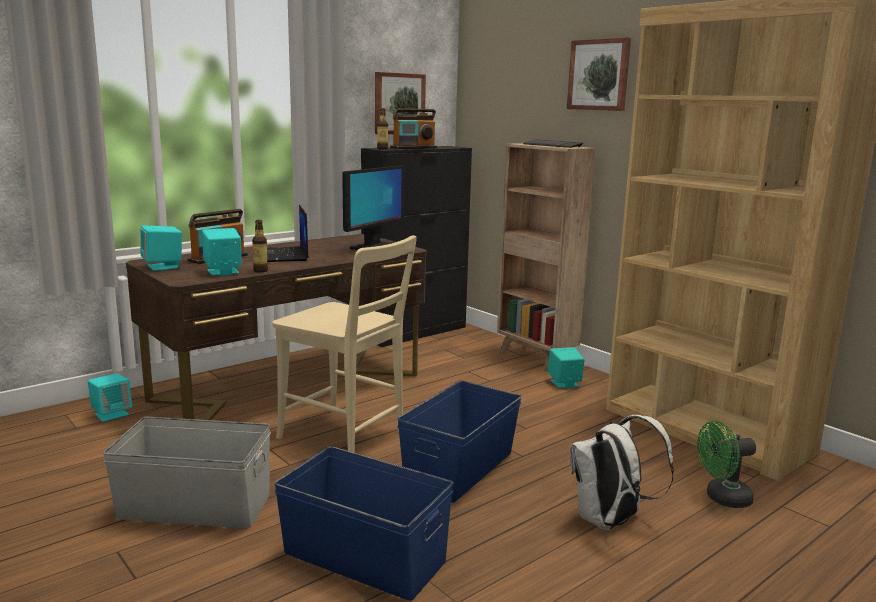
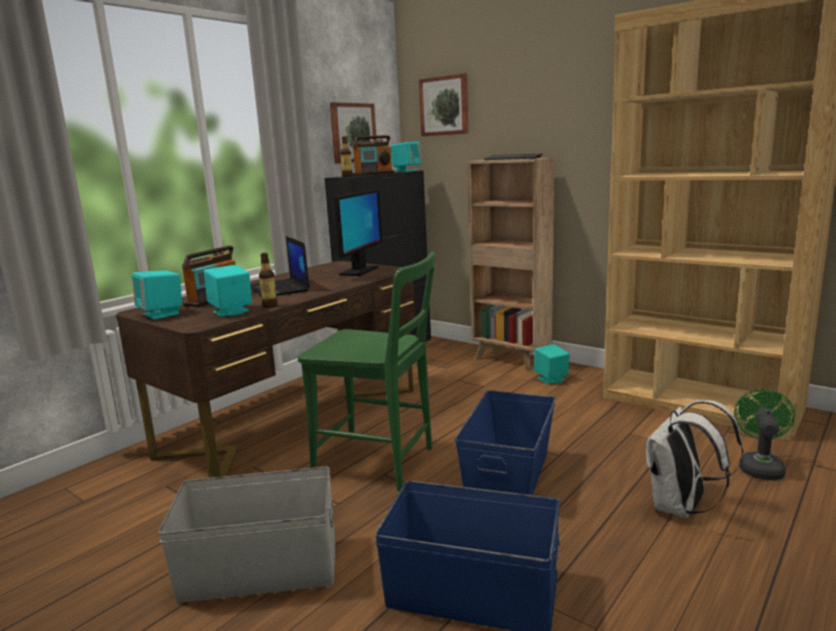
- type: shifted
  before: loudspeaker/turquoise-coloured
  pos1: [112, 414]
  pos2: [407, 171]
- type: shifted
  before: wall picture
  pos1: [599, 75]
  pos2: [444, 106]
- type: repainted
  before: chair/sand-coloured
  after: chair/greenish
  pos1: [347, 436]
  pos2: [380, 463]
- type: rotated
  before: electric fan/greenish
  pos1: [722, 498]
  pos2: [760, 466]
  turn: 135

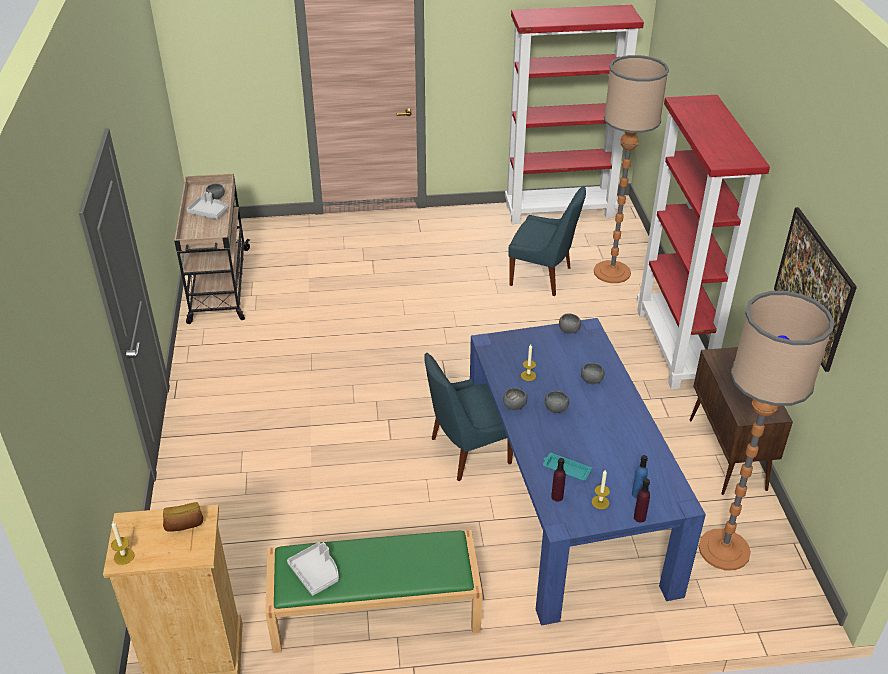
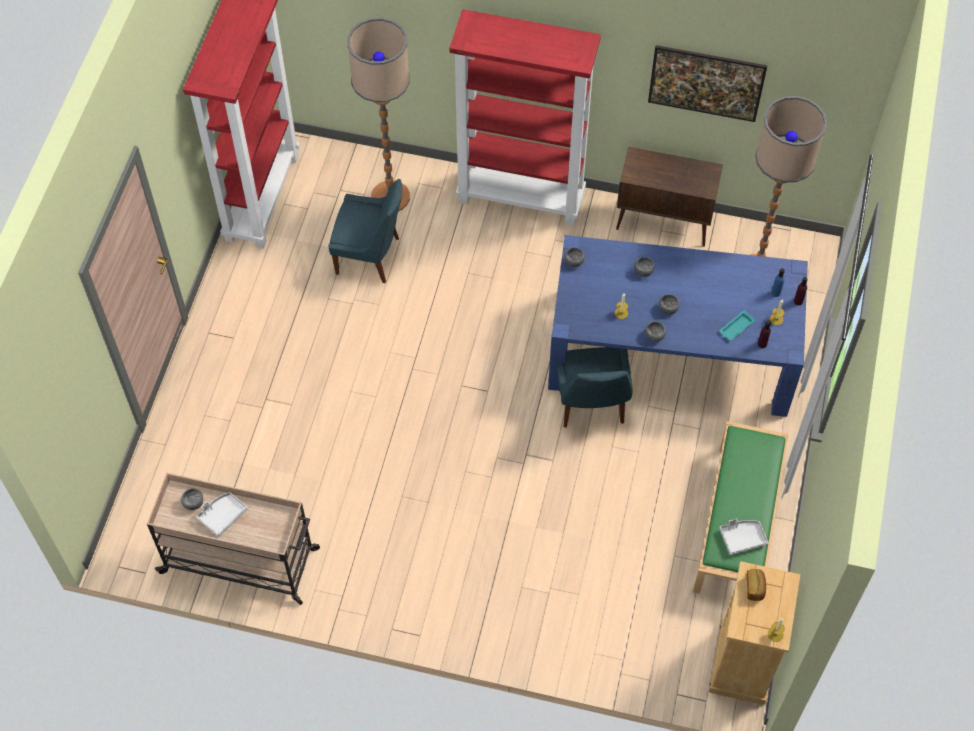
- type: rotated
  before: chair/blue-coloured
  pos1: [543, 277]
  pos2: [370, 256]
  turn: 60

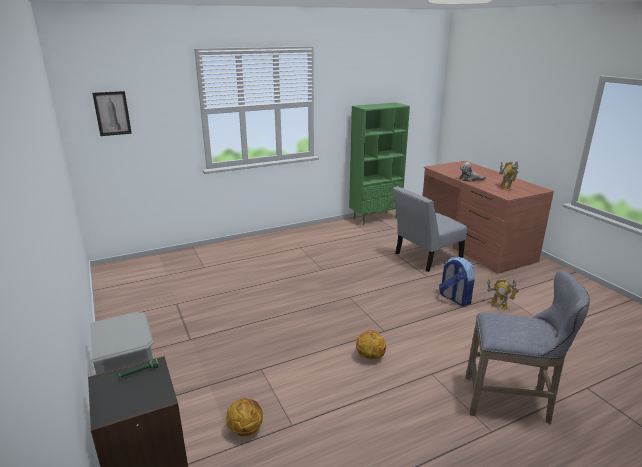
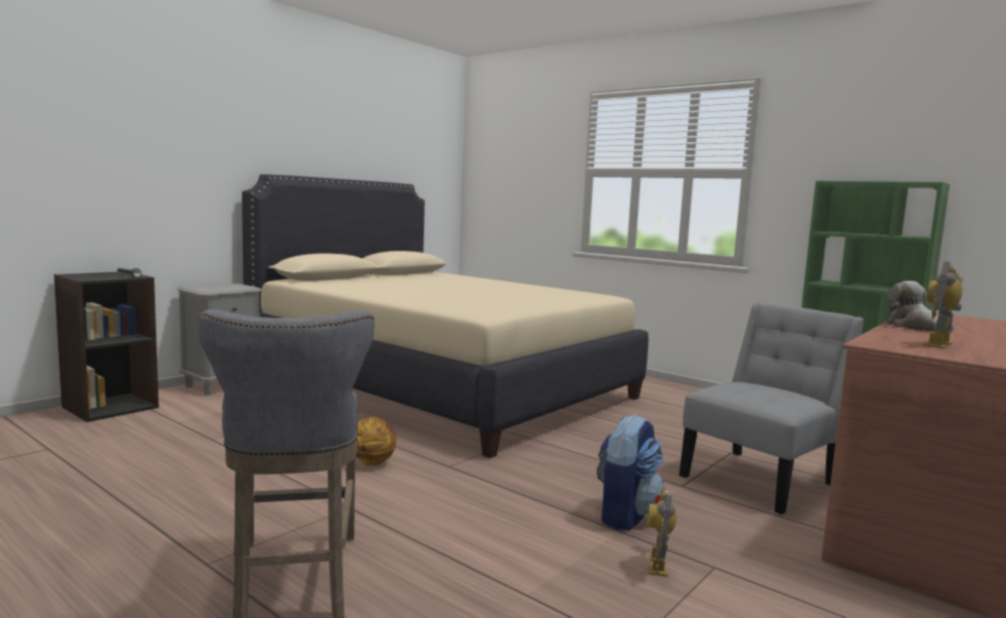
- type: gone
  before: wall picture
  pos1: [112, 113]
- type: gone
  before: basketball ball
  pos1: [245, 429]
- type: new
  after: bed/sand-coloured
  pos2: [440, 386]
- type: rotated
  before: chair/greyish
  pos1: [425, 257]
  pos2: [762, 479]
  turn: 105

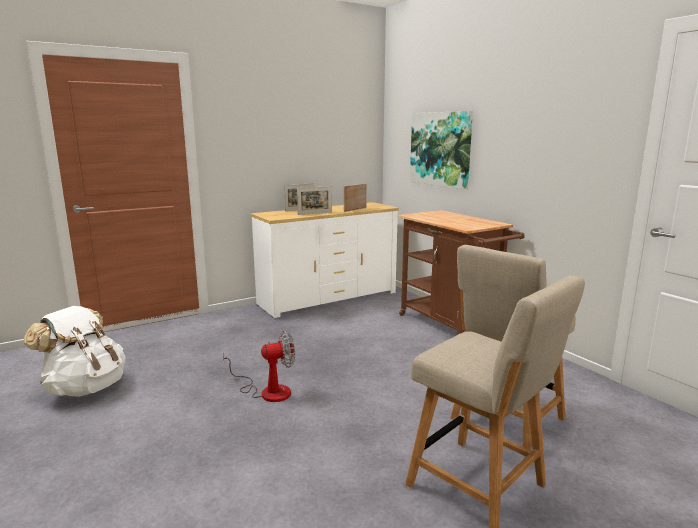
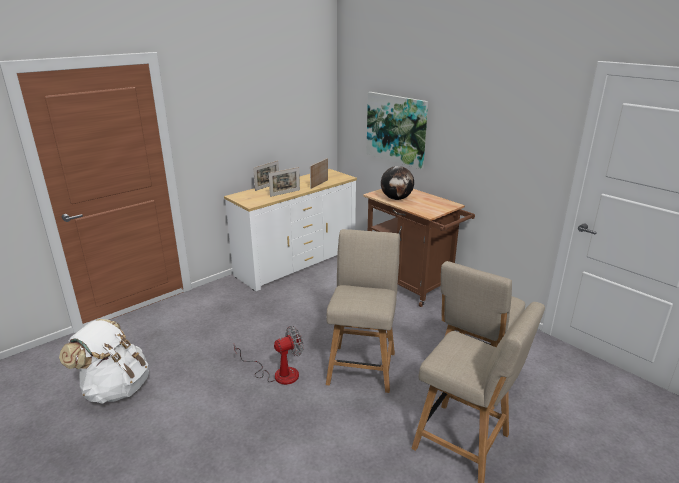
- type: new
  after: chair/sand-coloured
  pos2: [362, 365]
- type: new
  after: world globe
  pos2: [396, 199]

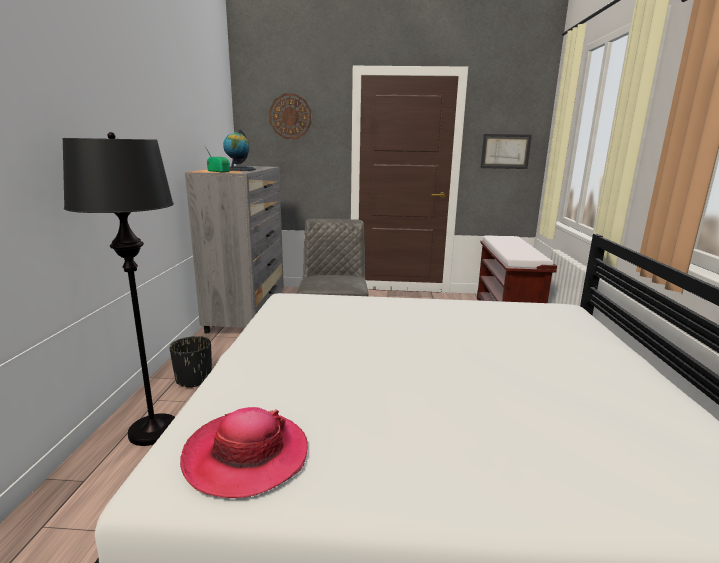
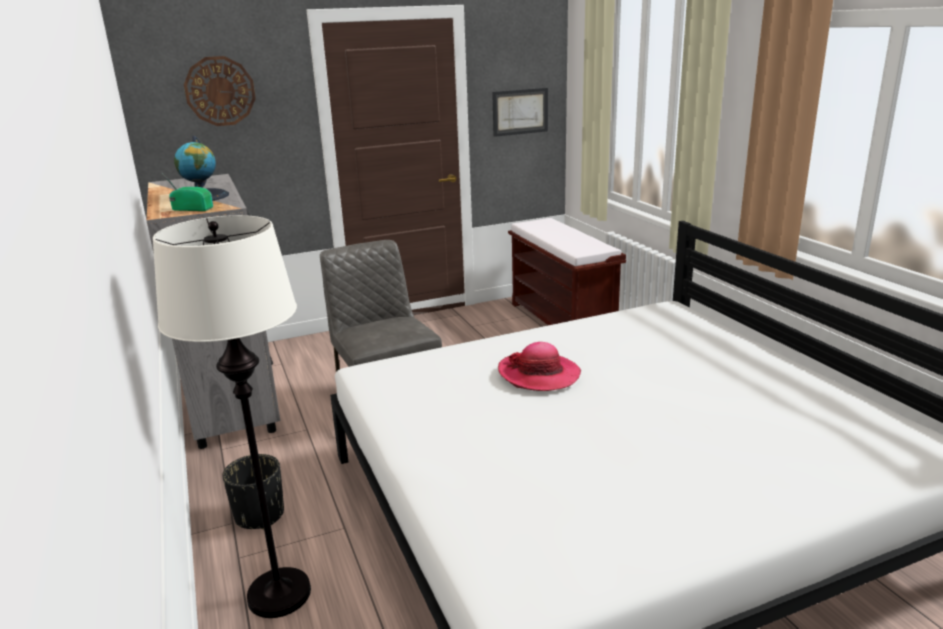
- type: shifted
  before: hat
  pos1: [246, 455]
  pos2: [539, 374]
- type: repainted
  before: floor lamp/blackish
  after: floor lamp/white-coloured
  pos1: [153, 431]
  pos2: [279, 594]

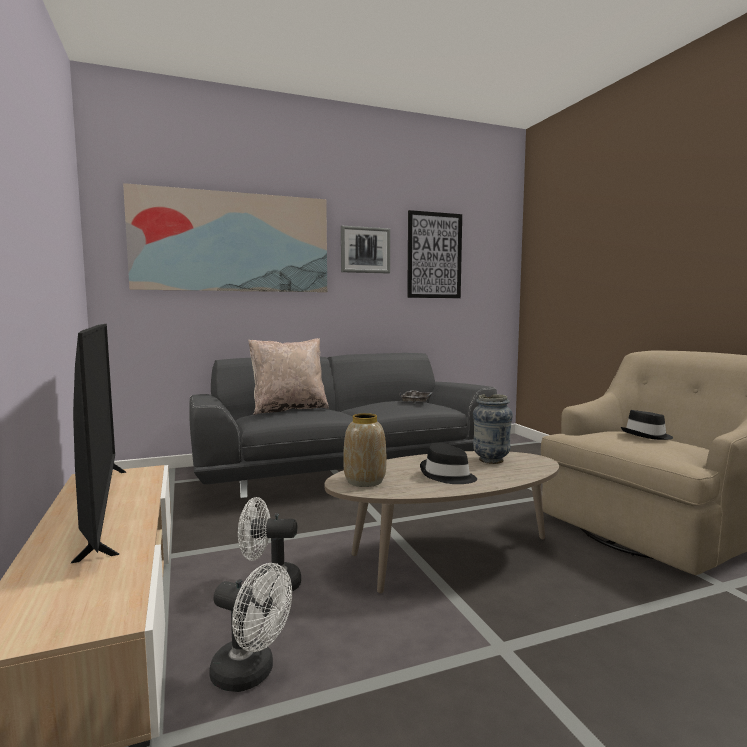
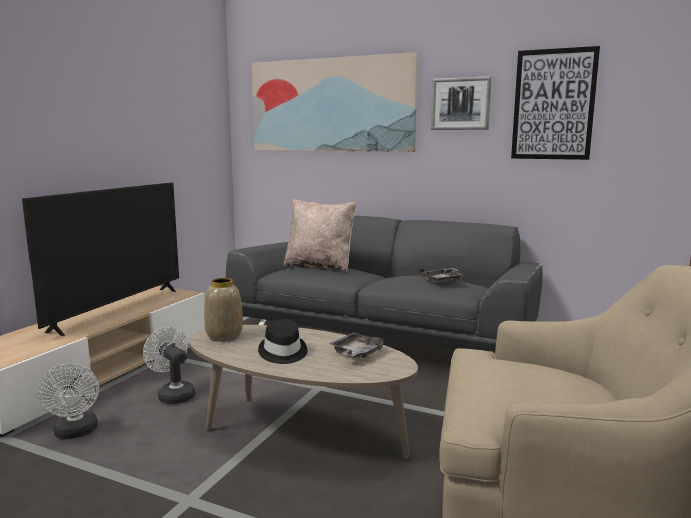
- type: gone
  before: hat/blackish
  pos1: [647, 436]
- type: swapped
  before: decorative vase
  after: tray/greyish
  pos1: [491, 460]
  pos2: [356, 353]

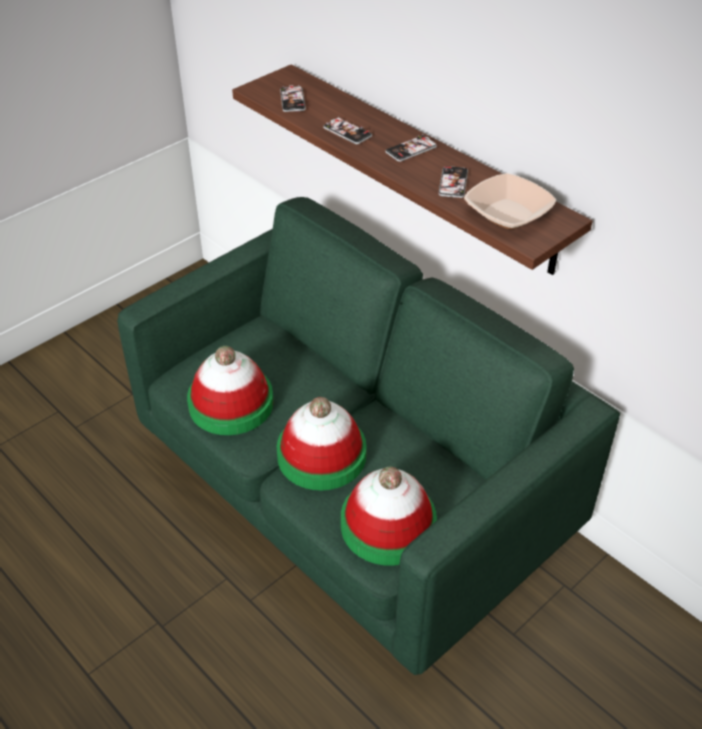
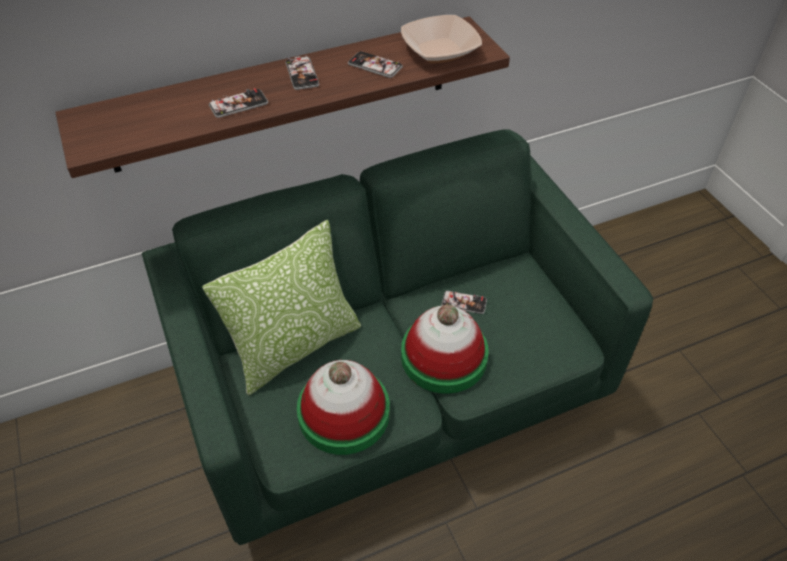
- type: gone
  before: hat
  pos1: [388, 525]
- type: new
  after: cushion
  pos2: [295, 347]
- type: shifted
  before: phone
  pos1: [292, 100]
  pos2: [464, 303]

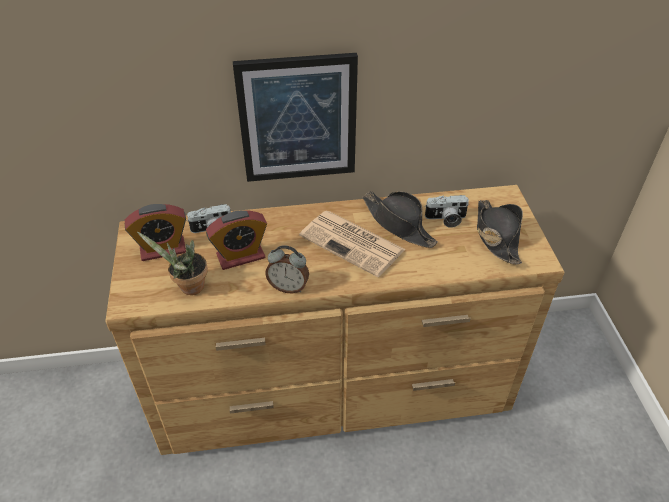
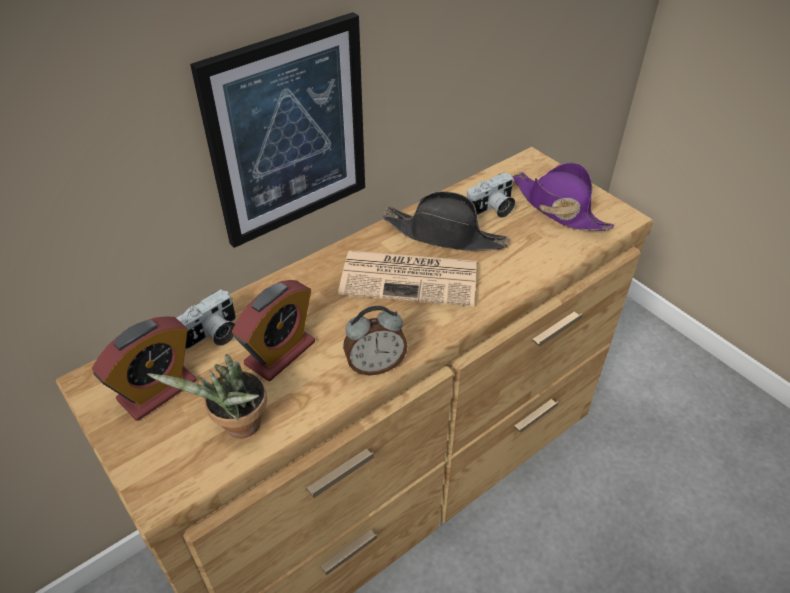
- type: repainted
  before: hat/blackish
  after: hat/purple
  pos1: [496, 236]
  pos2: [558, 208]

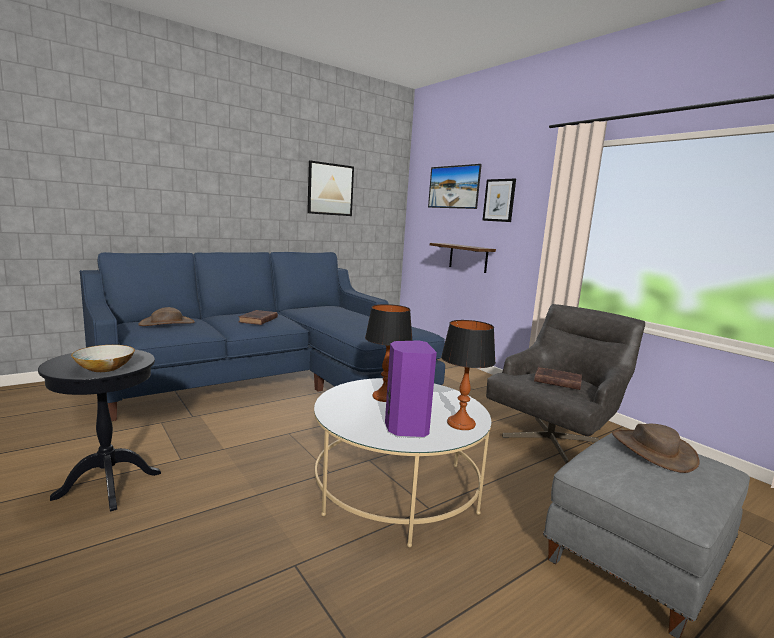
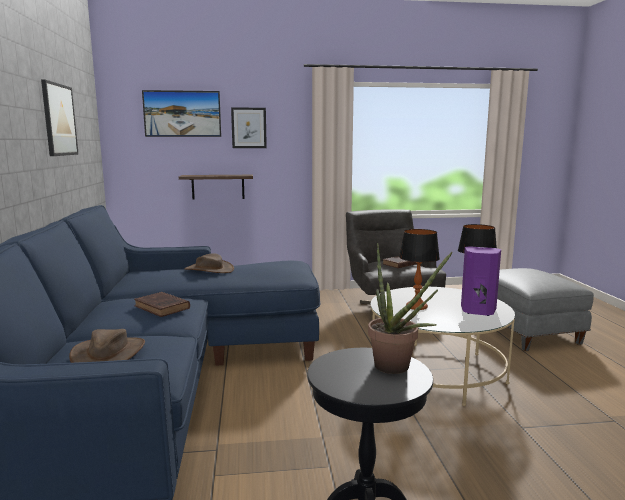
- type: shifted
  before: hat/brownish
  pos1: [652, 450]
  pos2: [209, 269]
- type: swapped
  before: serving bowl
  after: houseplant
  pos1: [104, 368]
  pos2: [398, 369]

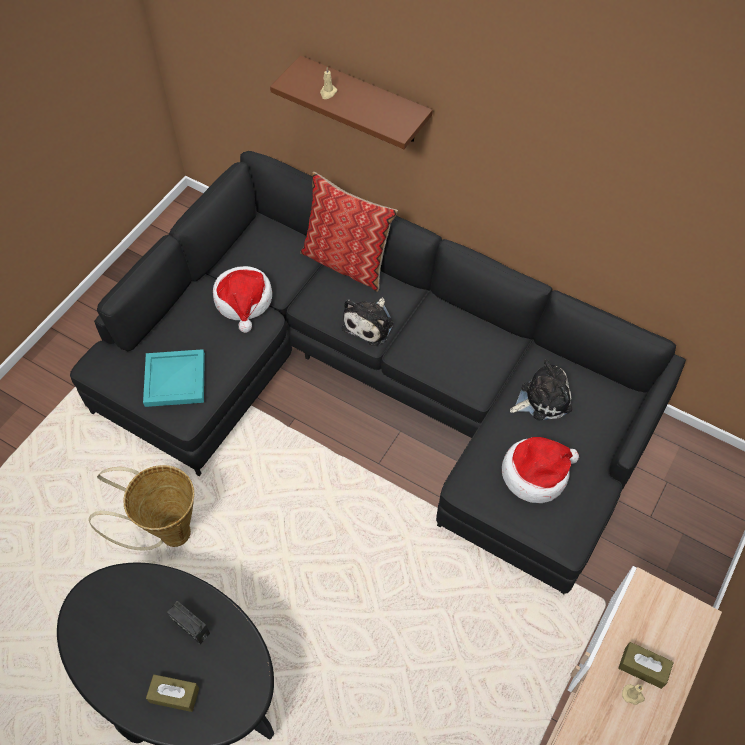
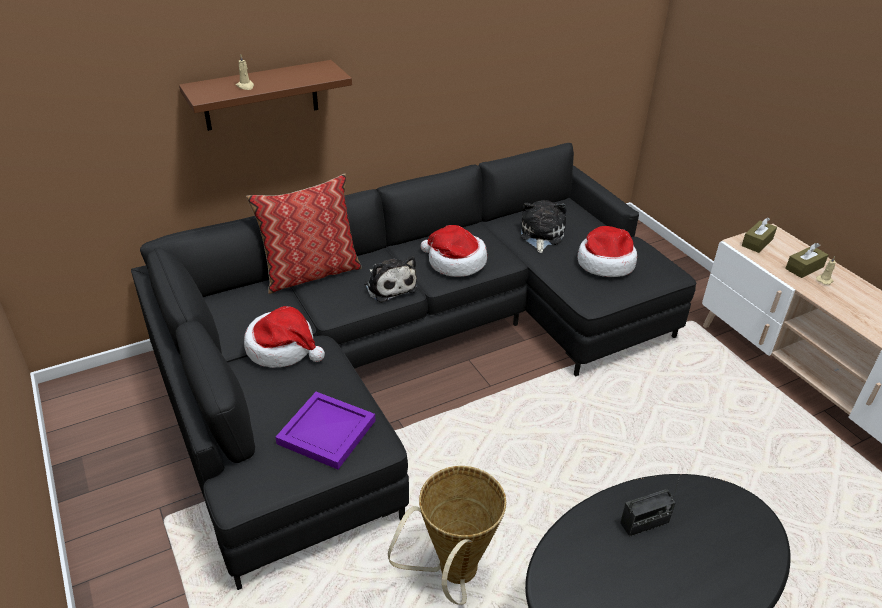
- type: new
  after: hat
  pos2: [455, 262]
- type: shifted
  before: box of tissues/brownish
  pos1: [174, 695]
  pos2: [757, 242]
- type: repainted
  before: tray/turquoise-coloured
  after: tray/purple
  pos1: [174, 380]
  pos2: [327, 433]

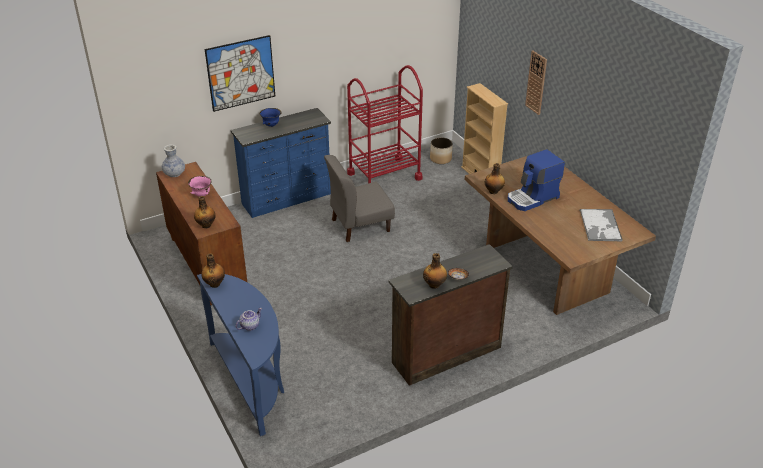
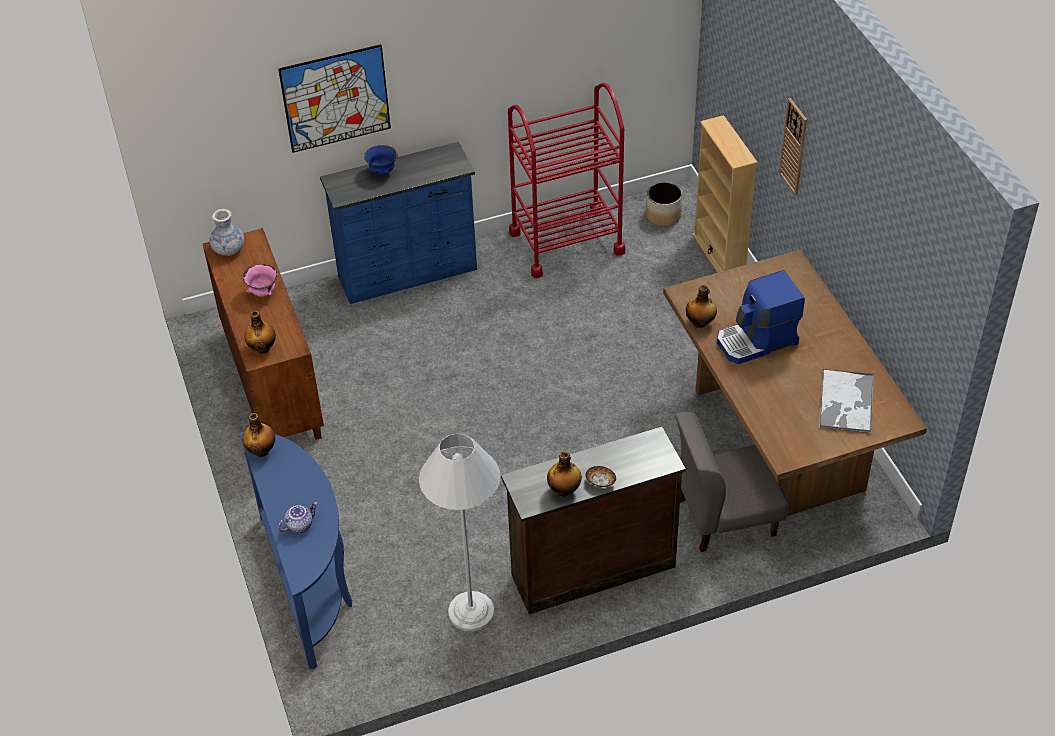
- type: new
  after: floor lamp/white-coloured
  pos2: [471, 612]
- type: shifted
  before: chair/greyish
  pos1: [360, 225]
  pos2: [725, 516]

